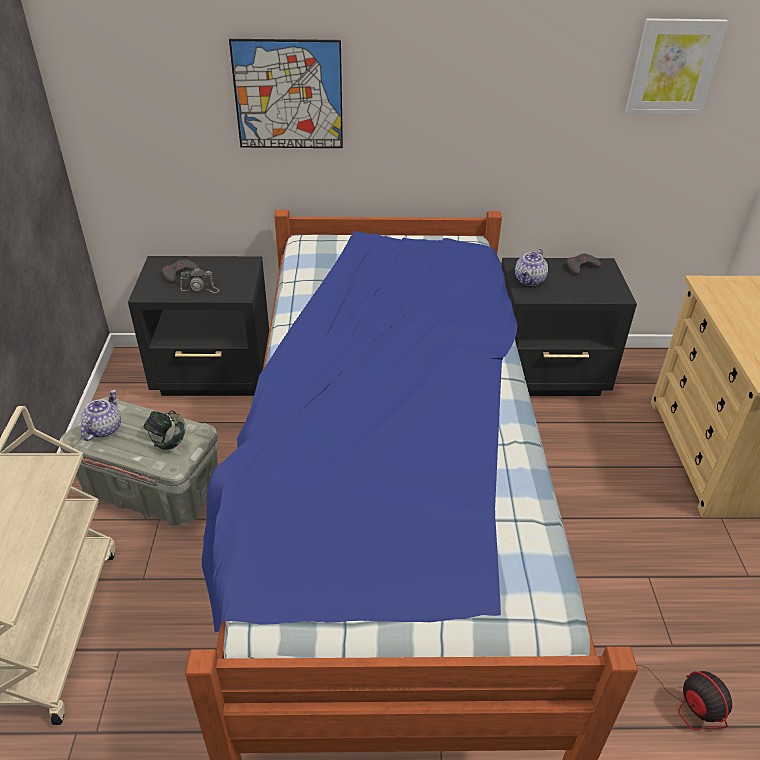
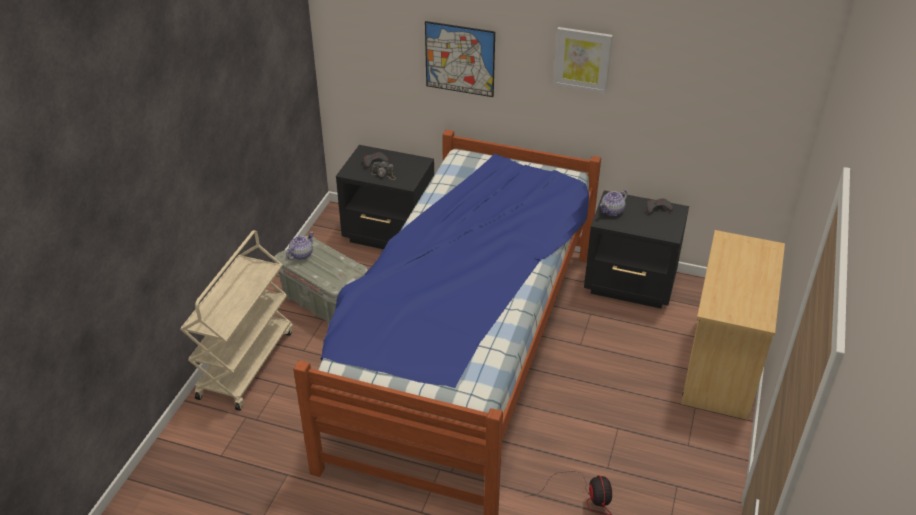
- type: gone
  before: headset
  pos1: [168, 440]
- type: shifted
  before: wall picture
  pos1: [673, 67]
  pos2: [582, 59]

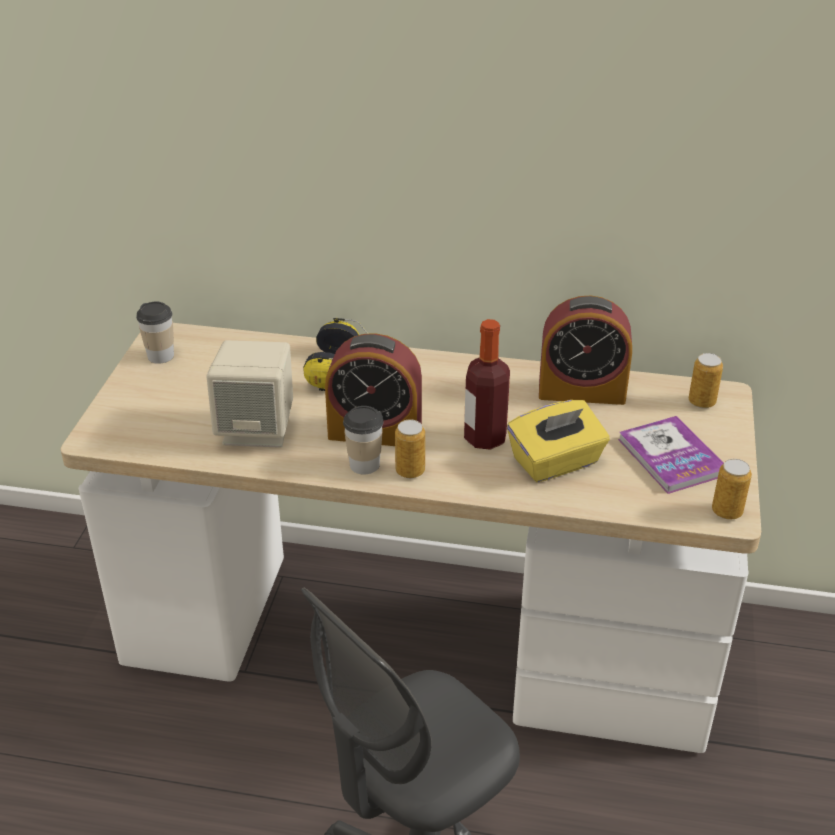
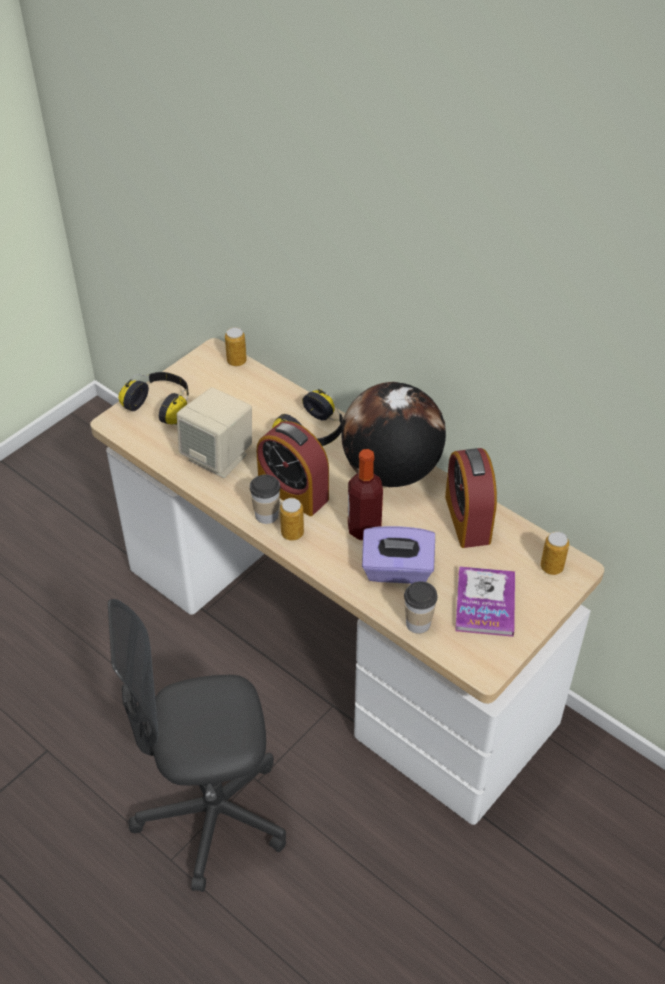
- type: new
  after: headset
  pos2: [161, 406]
- type: new
  after: world globe
  pos2: [390, 471]
- type: shifted
  before: cup
  pos1: [160, 356]
  pos2: [418, 623]
- type: shifted
  before: metal can
  pos1: [727, 511]
  pos2: [236, 361]
- type: repainted
  before: box of tissues/yellowish
  after: box of tissues/purple
  pos1: [556, 462]
  pos2: [397, 570]
- type: rotated
  before: table clock
  pos1: [581, 391]
  pos2: [467, 519]
  turn: 45

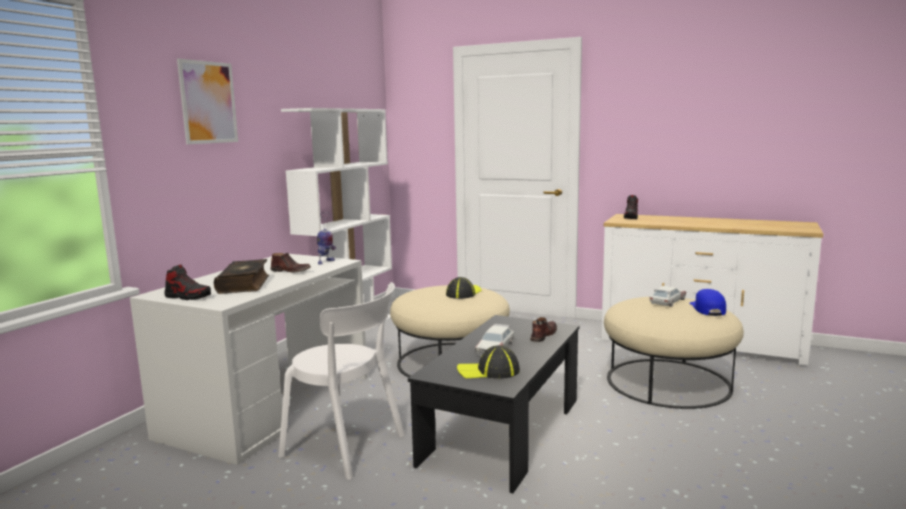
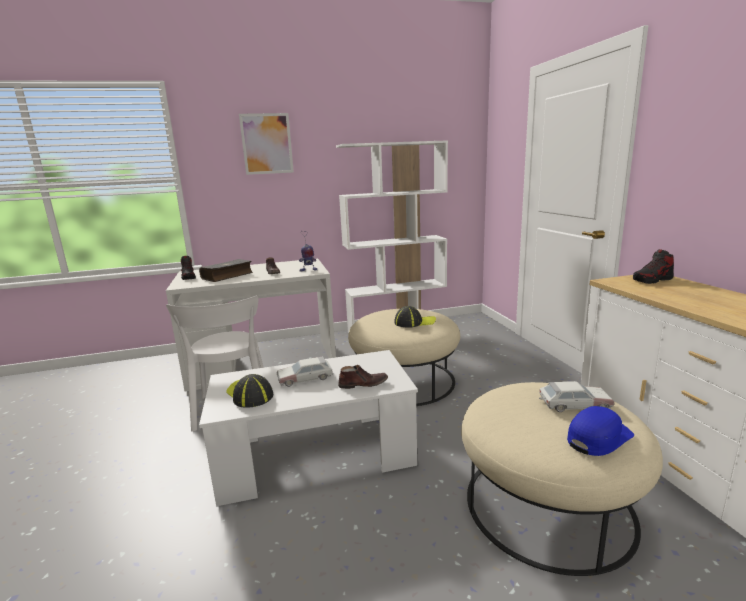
- type: repainted
  before: low table/blackish
  after: low table/white-coloured
  pos1: [503, 430]
  pos2: [315, 455]

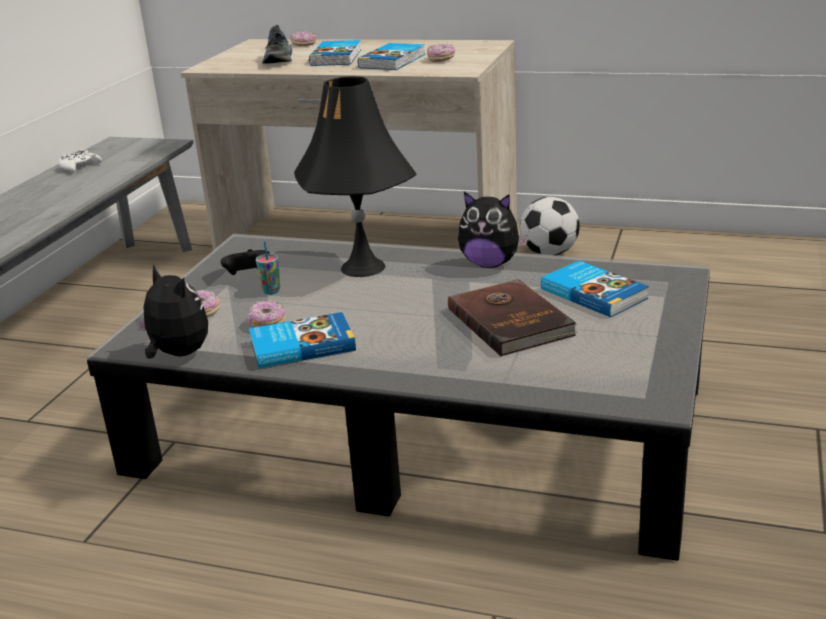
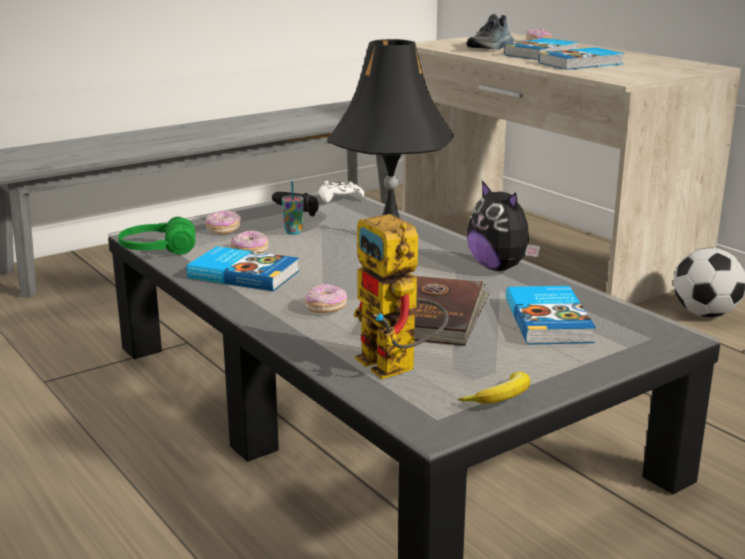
- type: new
  after: robot figure
  pos2: [397, 368]
- type: new
  after: whole banana
  pos2: [501, 398]
- type: shifted
  before: joypad/white-coloured
  pos1: [79, 167]
  pos2: [340, 198]
- type: shifted
  before: donut
  pos1: [441, 59]
  pos2: [326, 308]
- type: swapped
  before: soft toy
  after: headset/greenish
  pos1: [177, 354]
  pos2: [158, 251]

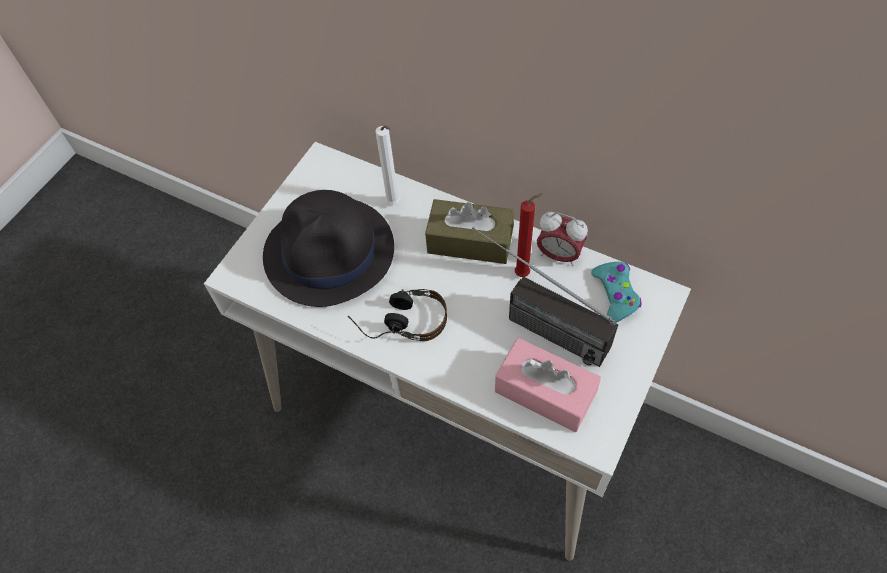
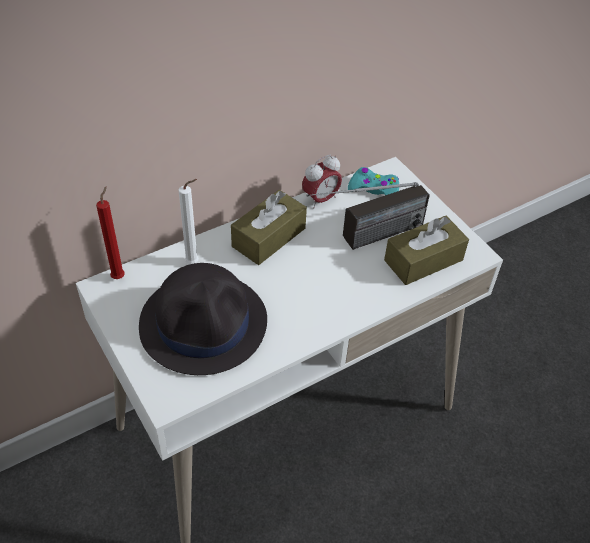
- type: gone
  before: headset
  pos1: [400, 321]
- type: shifted
  before: candle/reddish
  pos1: [524, 273]
  pos2: [119, 276]
- type: repainted
  before: box of tissues/pinkish
  after: box of tissues/brownish
  pos1: [545, 392]
  pos2: [423, 260]

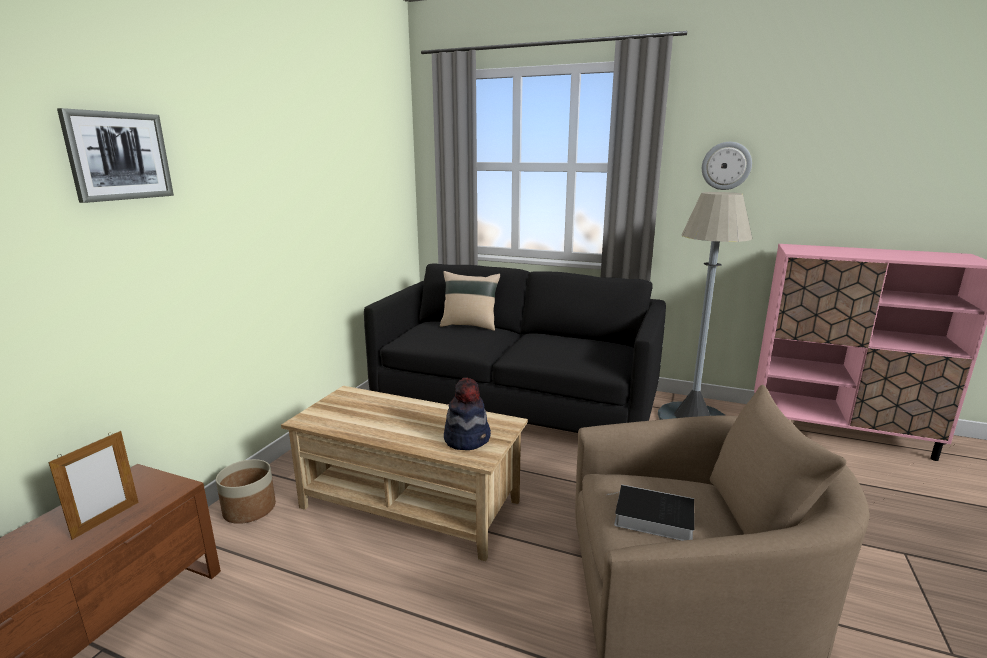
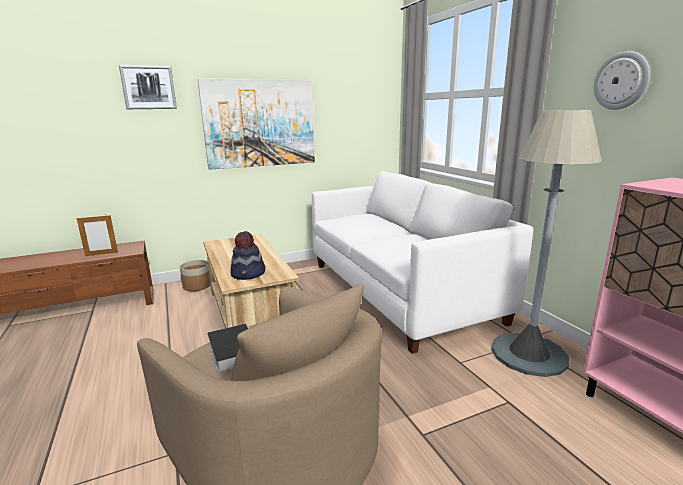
- type: gone
  before: cushion/sand-coloured
  pos1: [469, 325]
- type: new
  after: wall picture
  pos2: [260, 123]
- type: repainted
  before: sofa/blackish
  after: sofa/white-coloured
  pos1: [516, 406]
  pos2: [398, 291]

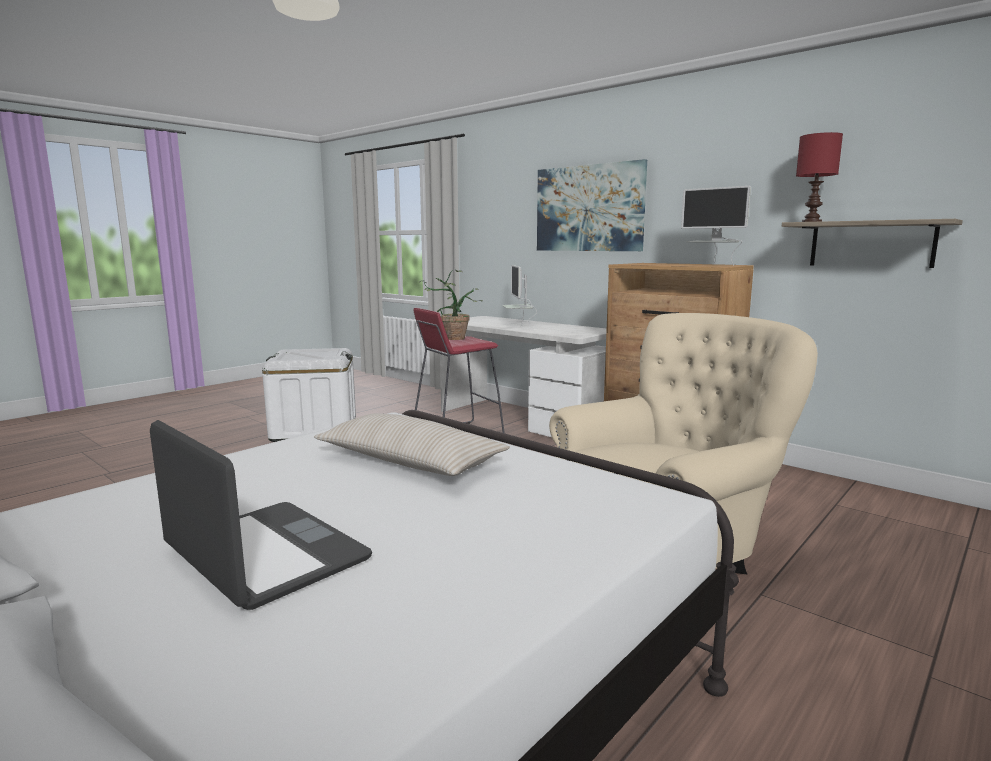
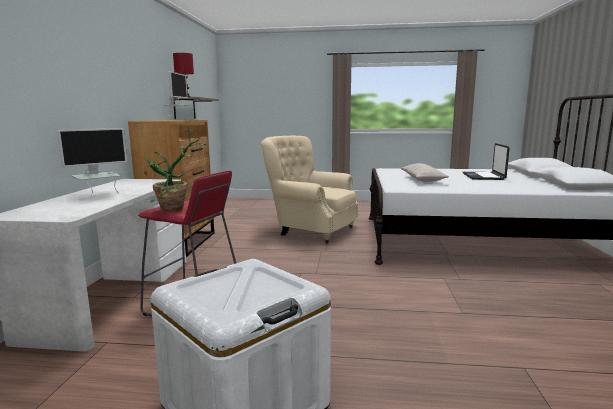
- type: gone
  before: wall picture
  pos1: [589, 208]

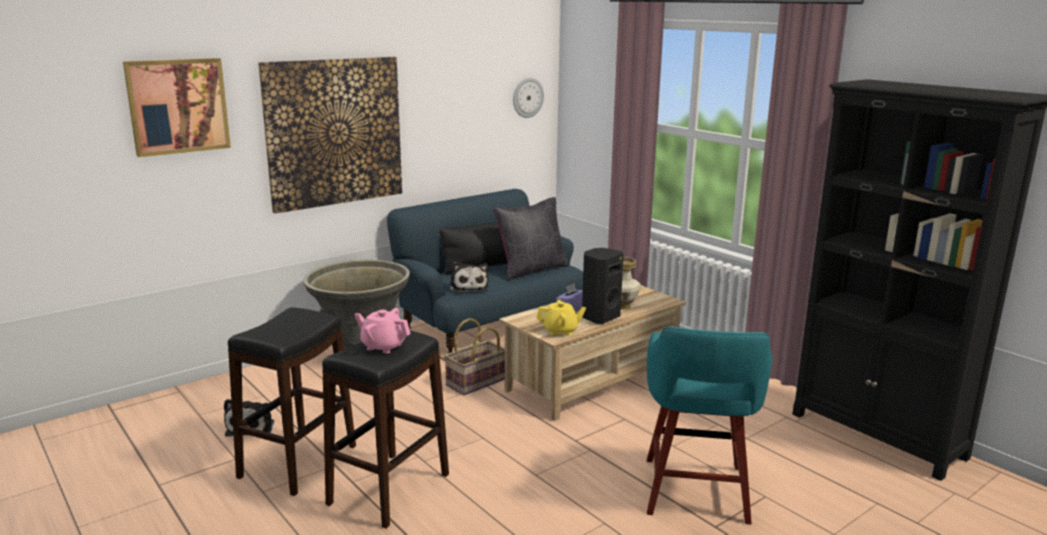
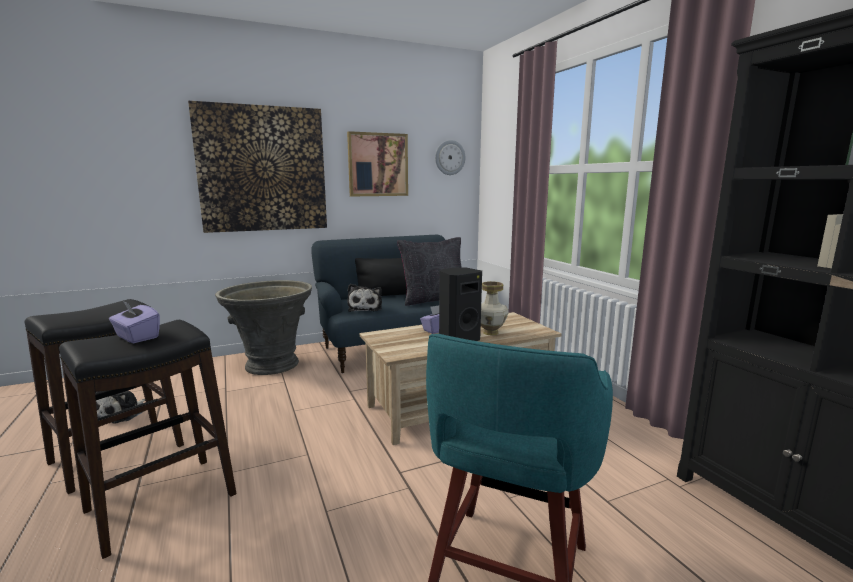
- type: gone
  before: household basket
  pos1: [476, 382]
- type: gone
  before: pot for tea/yellowish
  pos1: [560, 331]
- type: shifted
  before: wall picture
  pos1: [178, 106]
  pos2: [378, 165]
- type: swapped
  before: pot for tea/pinkish
  after: box of tissues/purple
  pos1: [383, 346]
  pos2: [136, 337]

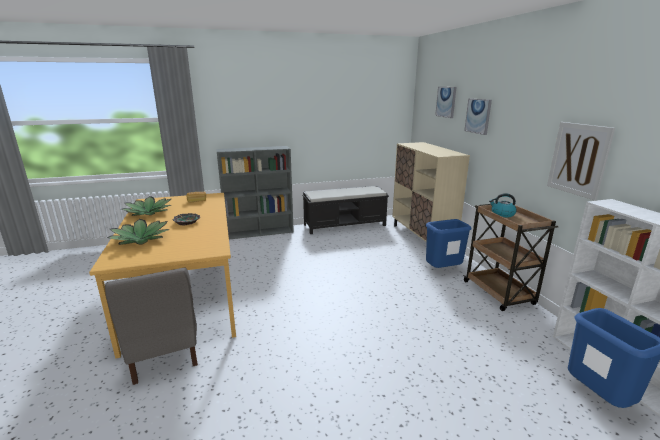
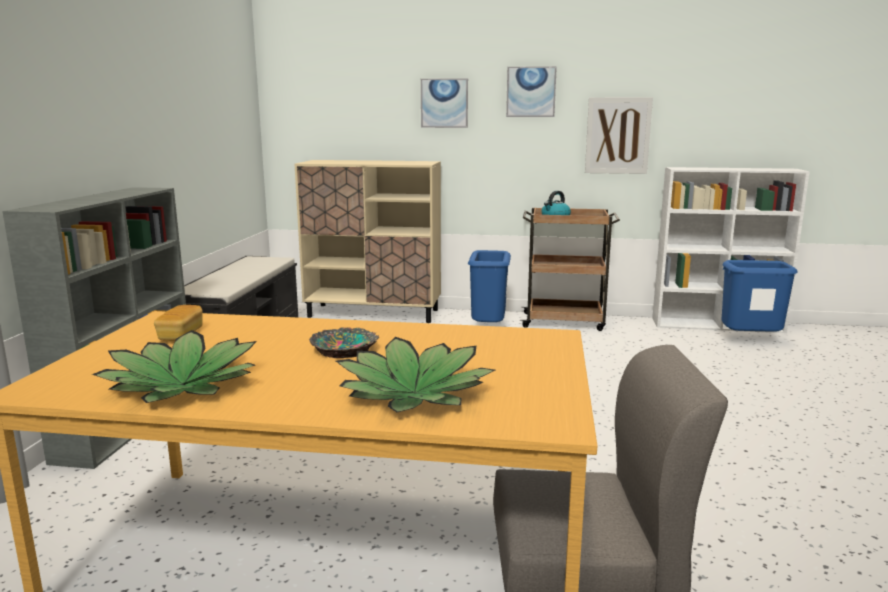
- type: shifted
  before: wall picture
  pos1: [446, 102]
  pos2: [531, 92]

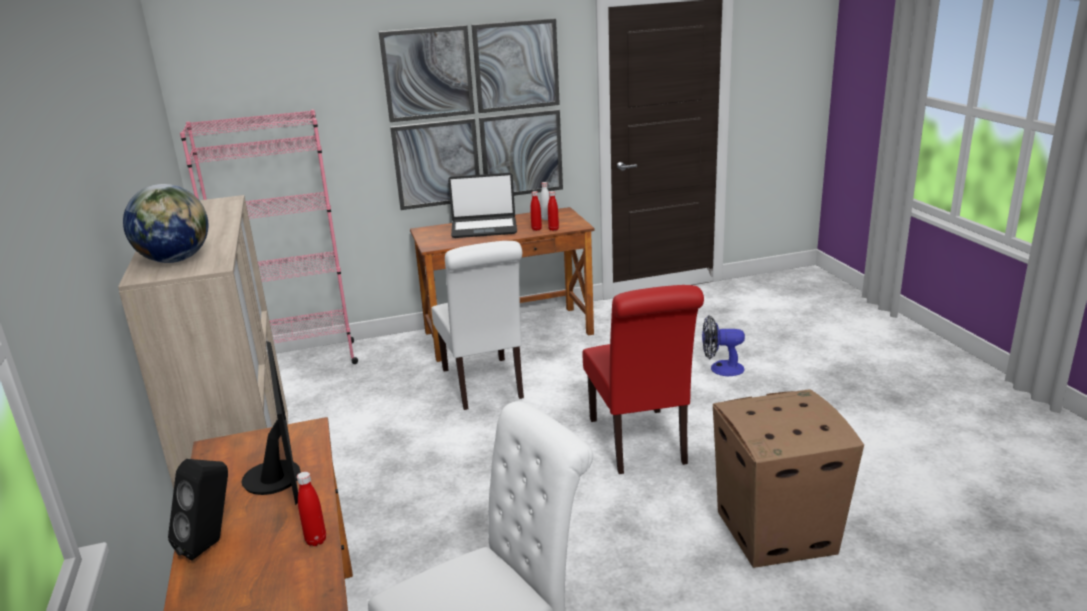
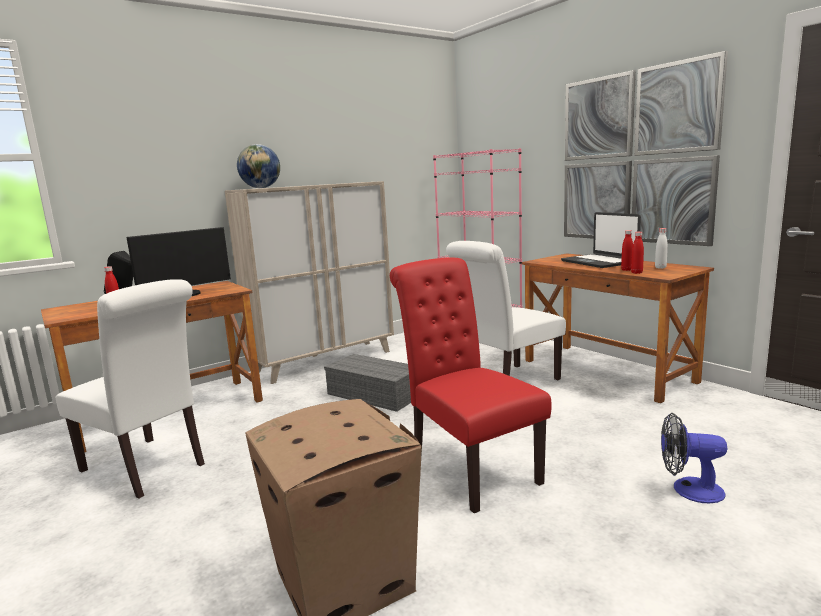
- type: new
  after: storage container/greyish
  pos2: [376, 394]
- type: rotated
  before: chair/reddish
  pos1: [640, 444]
  pos2: [468, 467]
  turn: 90
- type: rotated
  before: electric fan
  pos1: [720, 369]
  pos2: [688, 489]
  turn: -60

